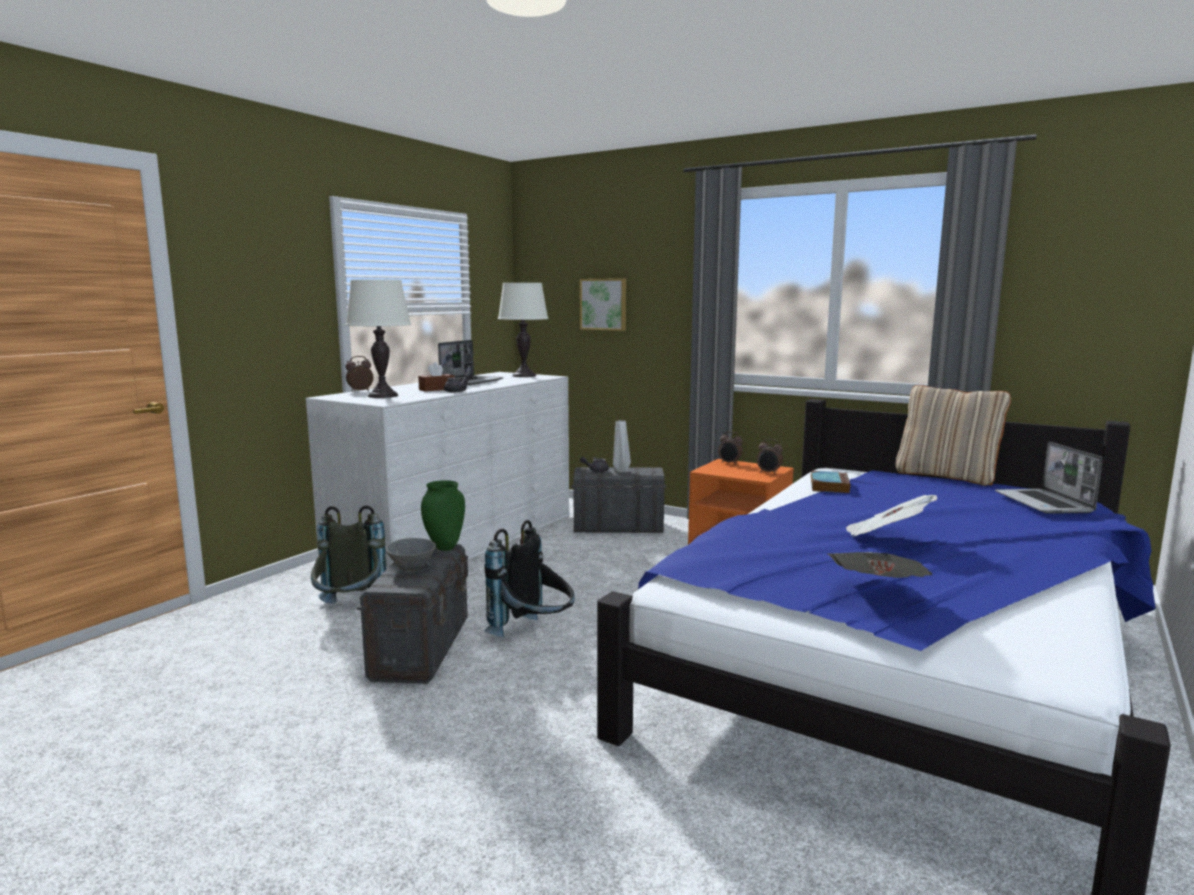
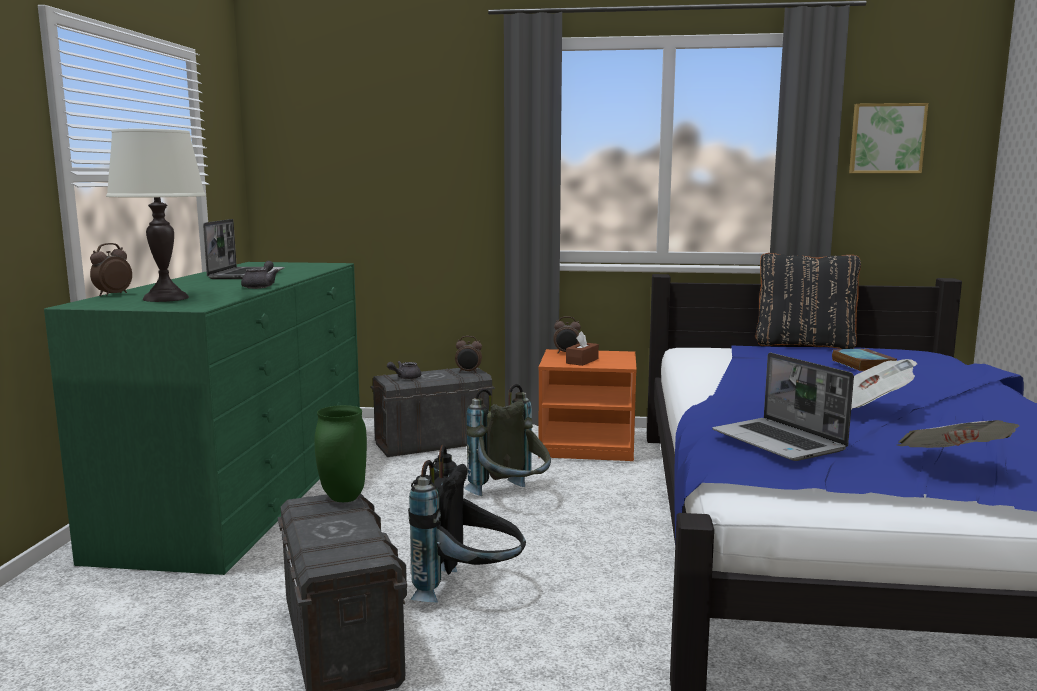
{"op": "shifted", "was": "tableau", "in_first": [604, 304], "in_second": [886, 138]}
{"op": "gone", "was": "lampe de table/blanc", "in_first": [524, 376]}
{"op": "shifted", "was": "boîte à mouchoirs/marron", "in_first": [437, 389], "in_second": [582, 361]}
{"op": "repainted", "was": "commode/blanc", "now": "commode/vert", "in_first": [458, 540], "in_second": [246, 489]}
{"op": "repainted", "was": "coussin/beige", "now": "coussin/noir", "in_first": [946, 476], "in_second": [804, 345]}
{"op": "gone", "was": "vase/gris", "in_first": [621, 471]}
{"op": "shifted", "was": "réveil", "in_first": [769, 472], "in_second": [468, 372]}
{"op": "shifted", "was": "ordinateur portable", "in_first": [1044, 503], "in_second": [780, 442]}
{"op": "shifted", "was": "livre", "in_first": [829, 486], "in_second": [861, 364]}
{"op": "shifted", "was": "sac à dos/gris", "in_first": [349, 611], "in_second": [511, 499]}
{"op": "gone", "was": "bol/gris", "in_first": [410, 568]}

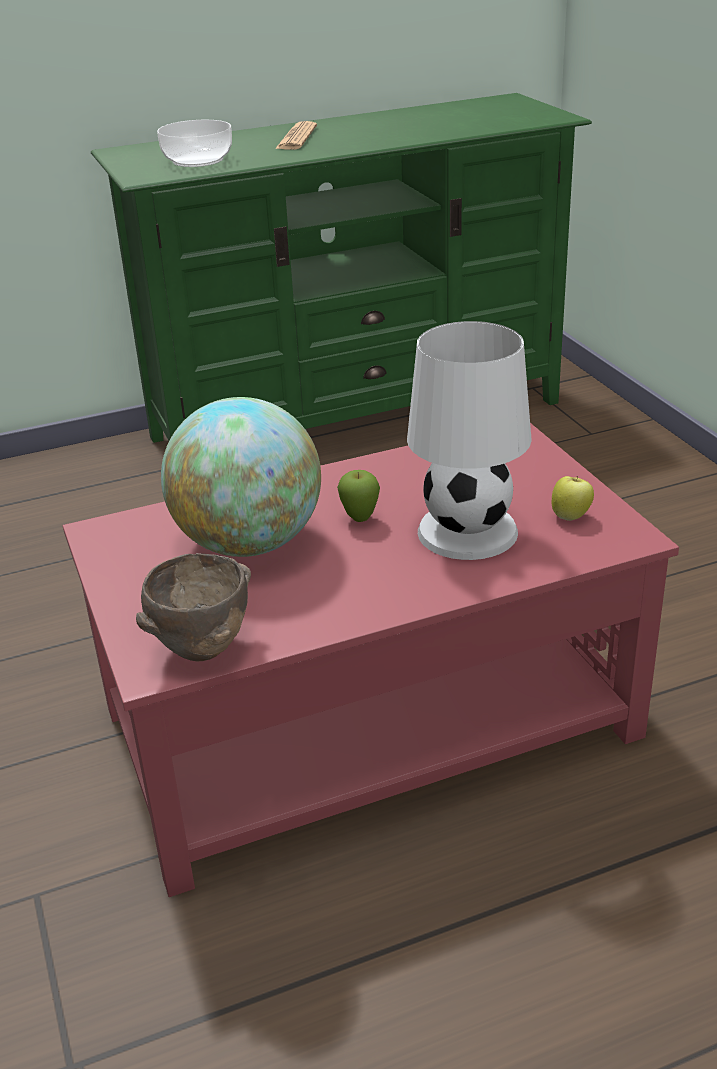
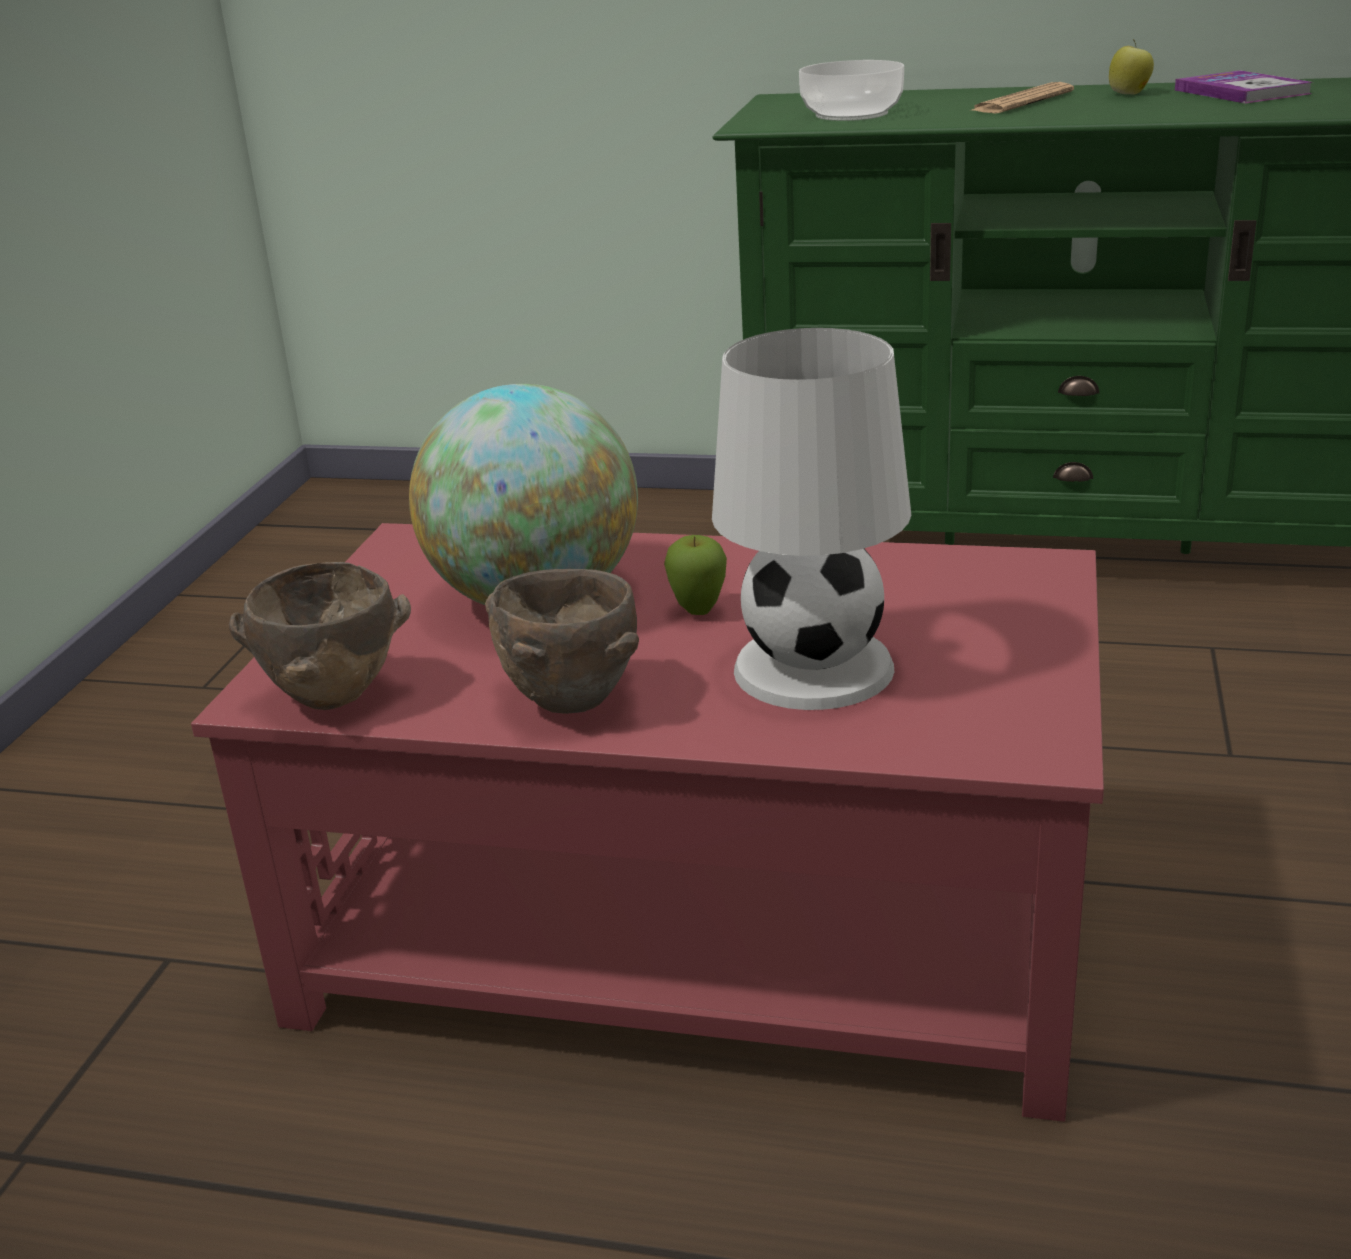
{"op": "shifted", "was": "pomme", "in_first": [571, 516], "in_second": [1129, 94]}
{"op": "new", "now": "livre", "in_second": [1241, 92]}
{"op": "new", "now": "bol/marron", "in_second": [575, 702]}

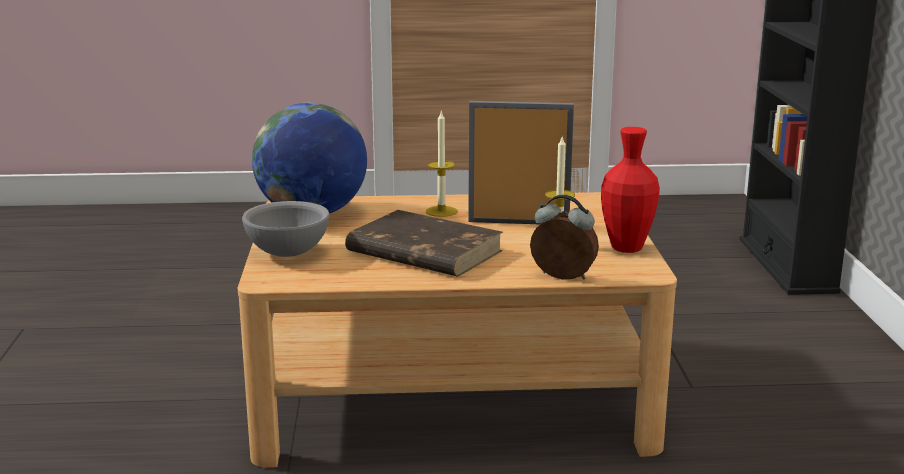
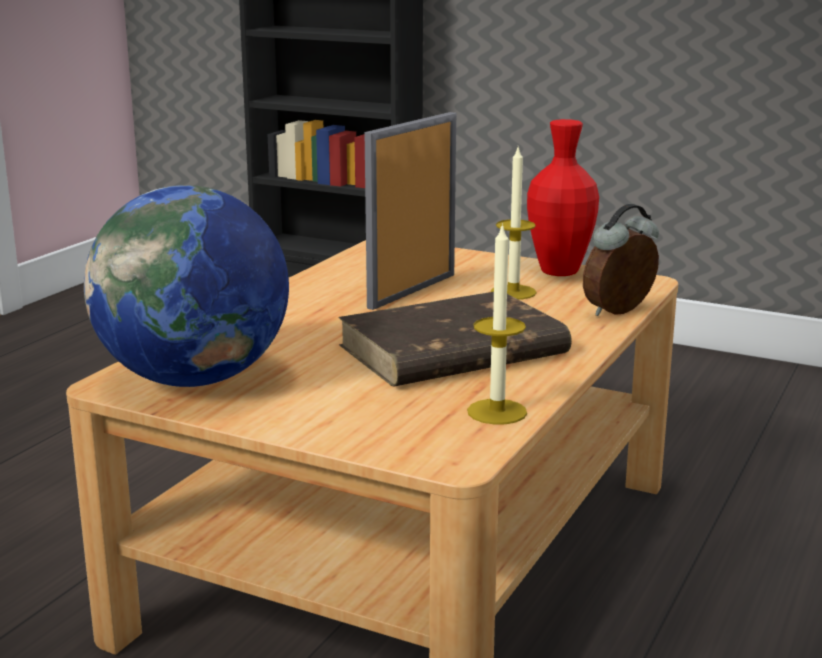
{"op": "shifted", "was": "bougie", "in_first": [441, 211], "in_second": [497, 412]}
{"op": "gone", "was": "bol/gris", "in_first": [287, 253]}

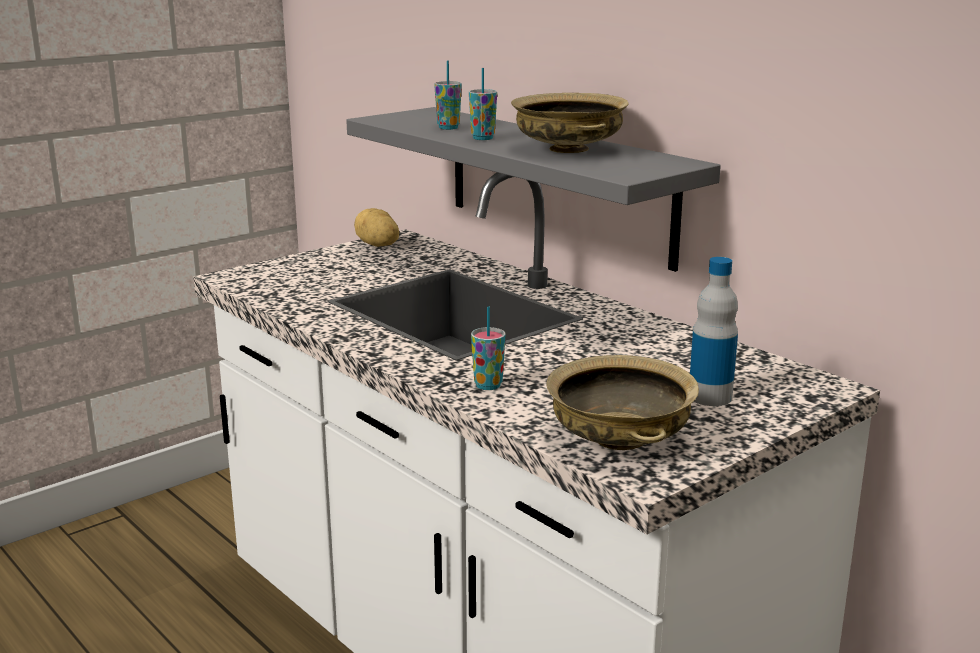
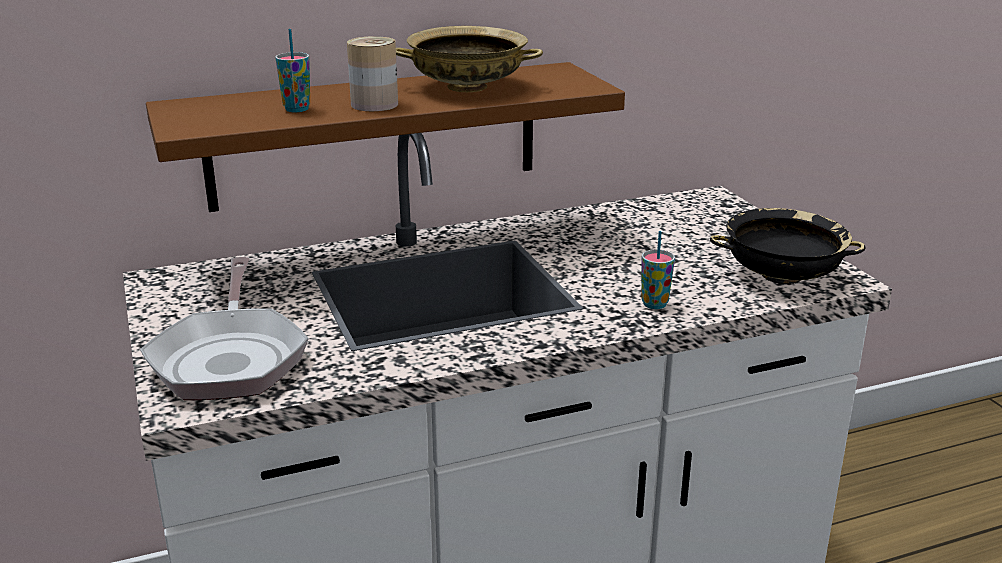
{"op": "swapped", "was": "tasse", "now": "boîte métallique", "in_first": [483, 138], "in_second": [374, 104]}
{"op": "repainted", "was": "étagère/gris", "now": "étagère/marron", "in_first": [558, 184], "in_second": [375, 135]}
{"op": "gone", "was": "pomme de terre", "in_first": [377, 245]}
{"op": "gone", "was": "bouteille", "in_first": [710, 397]}
{"op": "repainted", "was": "bol/beige", "now": "bol/noir", "in_first": [620, 440], "in_second": [783, 276]}
{"op": "new", "now": "poêle", "in_second": [230, 357]}

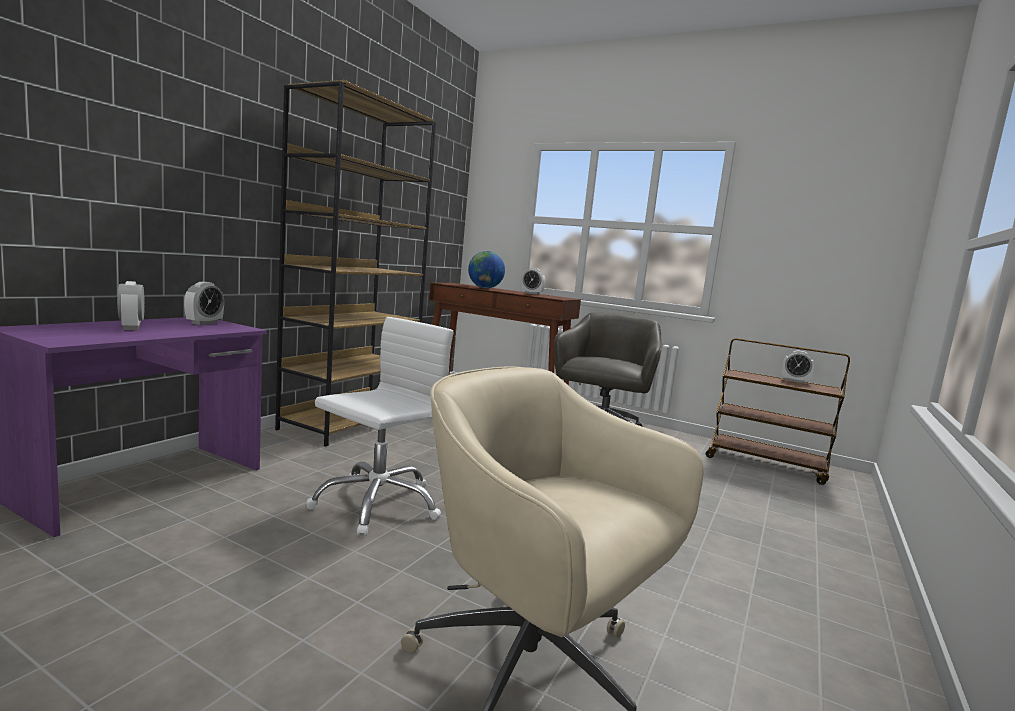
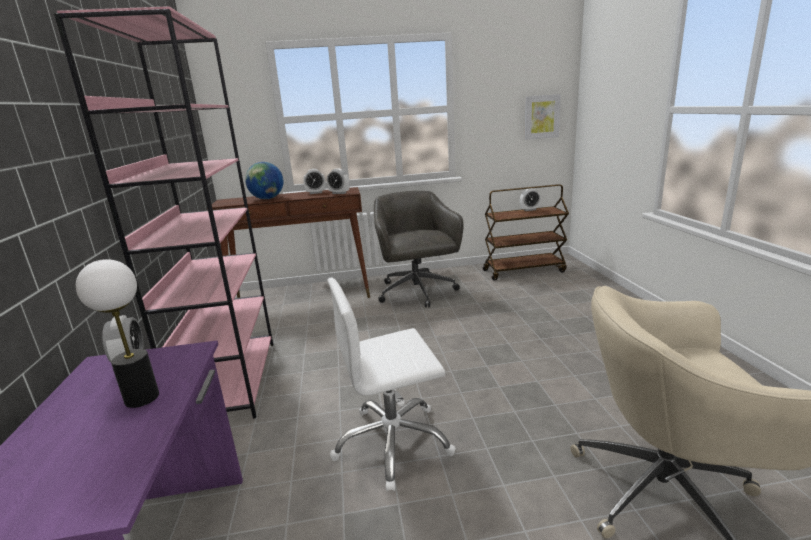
{"op": "repainted", "was": "bibliothèque/marron", "now": "bibliothèque/rose", "in_first": [350, 422], "in_second": [230, 380]}
{"op": "shifted", "was": "réveil", "in_first": [132, 328], "in_second": [339, 193]}
{"op": "rotated", "was": "chaise de bureau/blanc", "in_first": [377, 503], "in_second": [393, 443], "clockwise": -105}
{"op": "new", "now": "tableau", "in_second": [541, 117]}
{"op": "new", "now": "lampe de table", "in_second": [141, 398]}

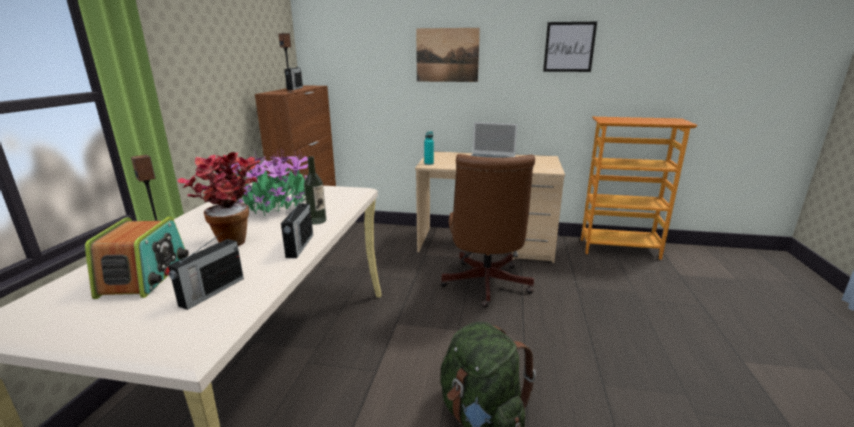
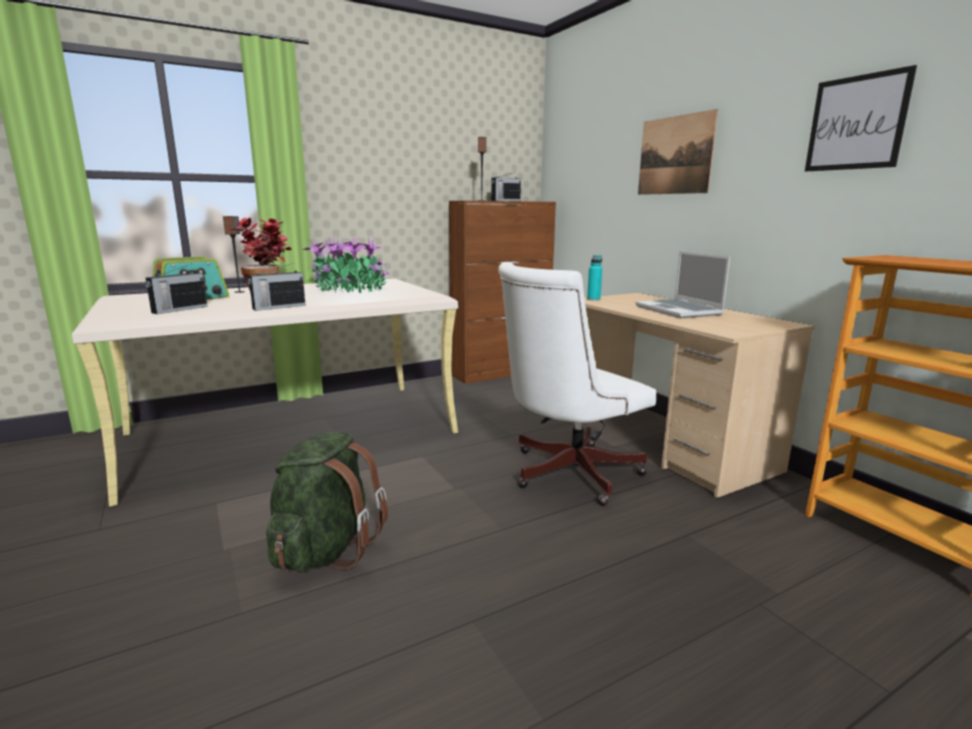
{"op": "repainted", "was": "chaise de bureau/marron", "now": "chaise de bureau/blanc", "in_first": [485, 286], "in_second": [566, 473]}
{"op": "gone", "was": "bouteille", "in_first": [317, 221]}
{"op": "rotated", "was": "radio", "in_first": [211, 292], "in_second": [179, 309], "clockwise": -45}

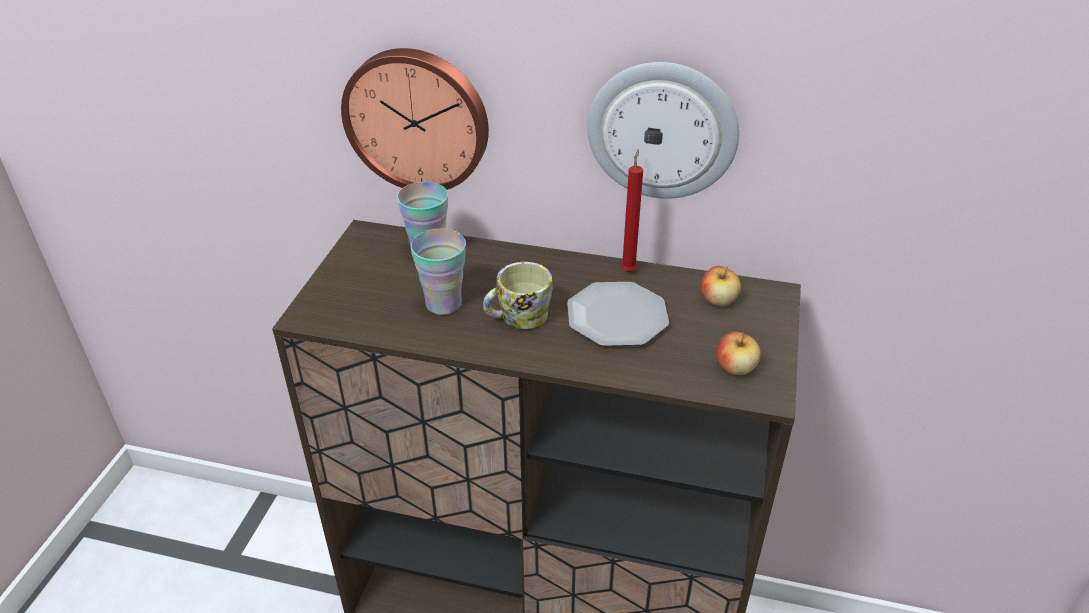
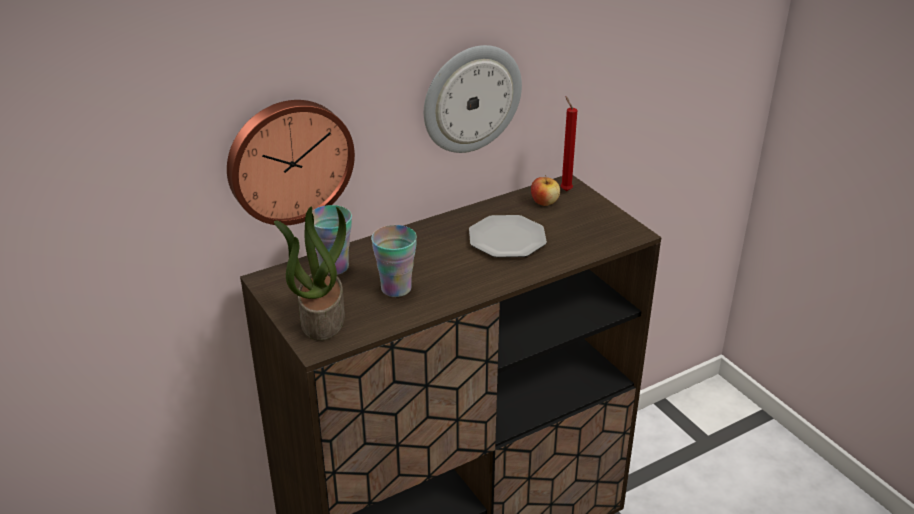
{"op": "shifted", "was": "bougie/rouge", "in_first": [628, 270], "in_second": [565, 190]}
{"op": "gone", "was": "mug", "in_first": [517, 317]}
{"op": "gone", "was": "pomme", "in_first": [735, 368]}
{"op": "new", "now": "plante en pot", "in_second": [321, 318]}

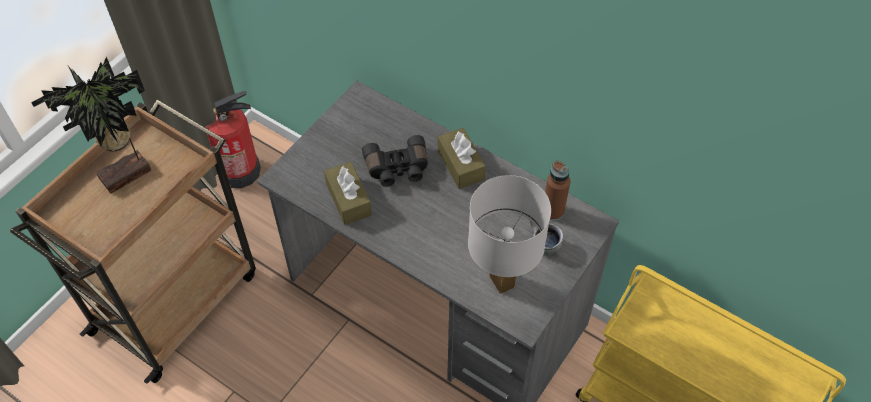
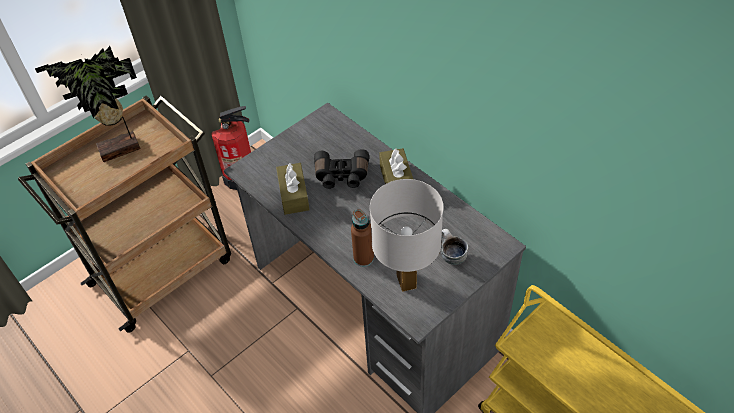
{"op": "shifted", "was": "bouteille/marron", "in_first": [553, 211], "in_second": [363, 258]}

